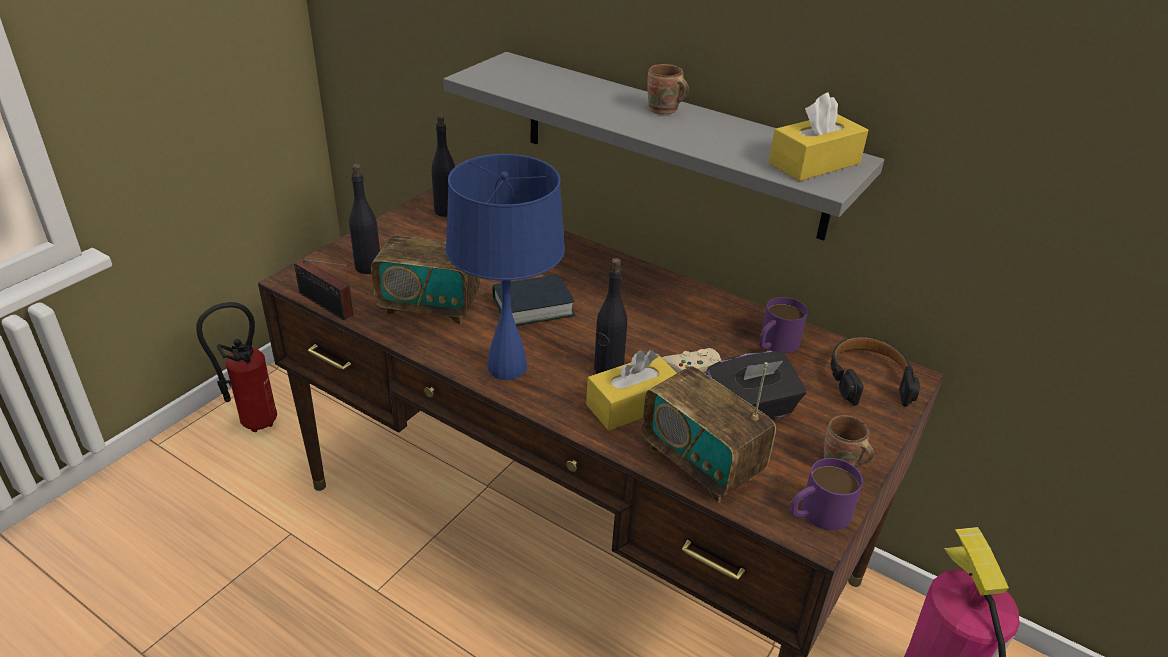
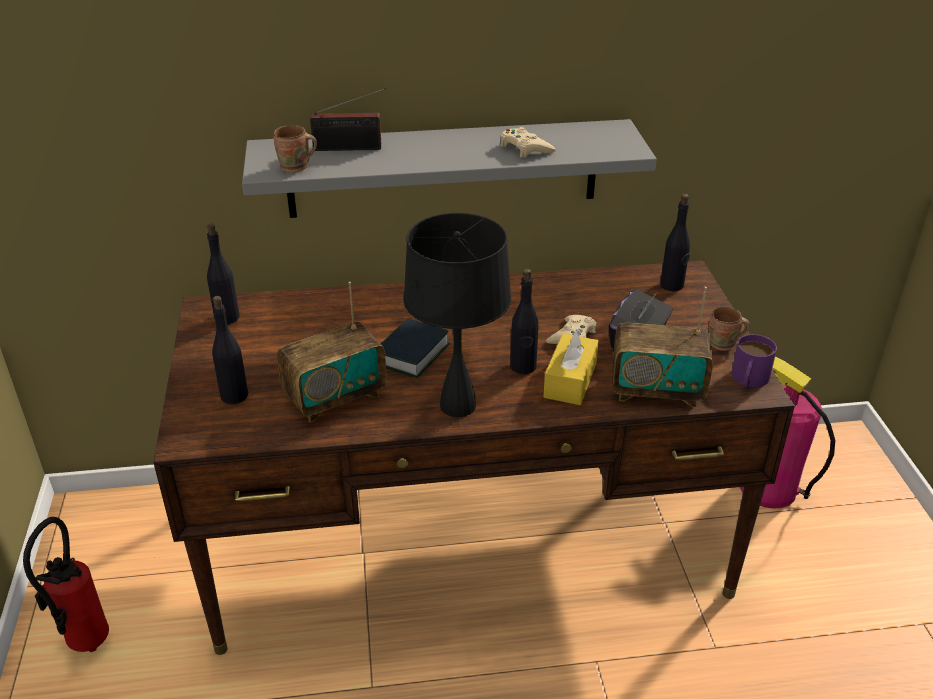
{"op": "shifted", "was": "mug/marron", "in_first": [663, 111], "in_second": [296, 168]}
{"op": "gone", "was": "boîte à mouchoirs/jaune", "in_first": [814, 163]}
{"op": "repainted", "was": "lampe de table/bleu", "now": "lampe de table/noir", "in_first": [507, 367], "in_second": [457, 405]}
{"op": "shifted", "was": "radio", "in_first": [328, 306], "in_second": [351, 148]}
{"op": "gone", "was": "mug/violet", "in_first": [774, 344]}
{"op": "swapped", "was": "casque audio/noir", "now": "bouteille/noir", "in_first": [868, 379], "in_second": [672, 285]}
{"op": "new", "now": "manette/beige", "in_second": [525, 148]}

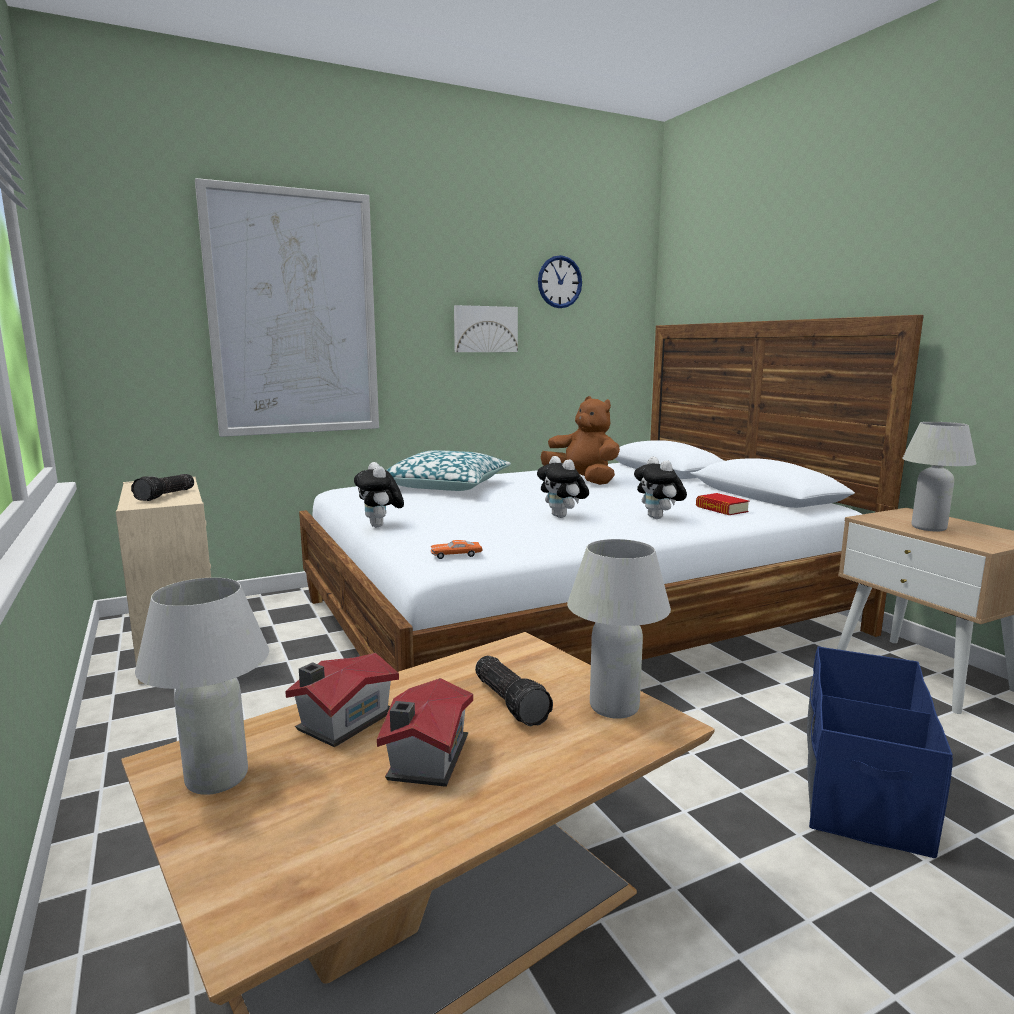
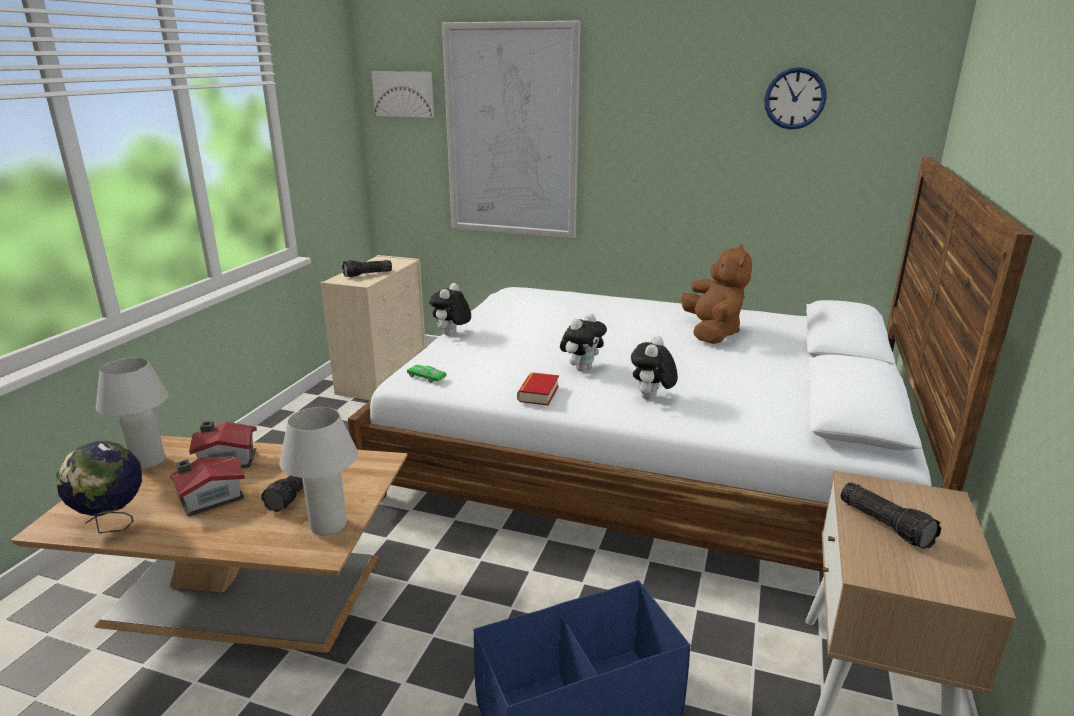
{"op": "shifted", "was": "tableau", "in_first": [485, 329], "in_second": [404, 94]}
{"op": "swapped", "was": "lampe de table/blanc", "now": "lampe de poche", "in_first": [928, 528], "in_second": [886, 524]}
{"op": "gone", "was": "coussin", "in_first": [446, 486]}
{"op": "rotated", "was": "peluche", "in_first": [562, 516], "in_second": [582, 368], "clockwise": -150}
{"op": "shifted", "was": "livre", "in_first": [721, 509], "in_second": [538, 393]}
{"op": "repainted", "was": "petite voiture/orange", "now": "petite voiture/vert", "in_first": [456, 555], "in_second": [426, 377]}
{"op": "new", "now": "globe", "in_second": [113, 525]}

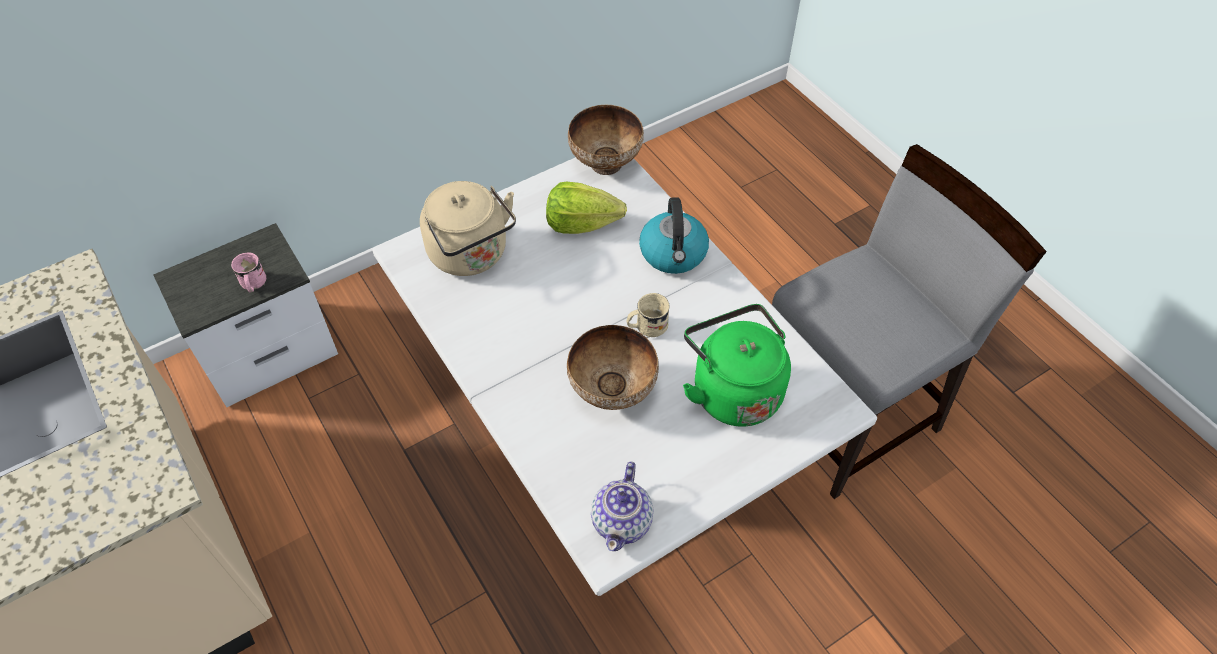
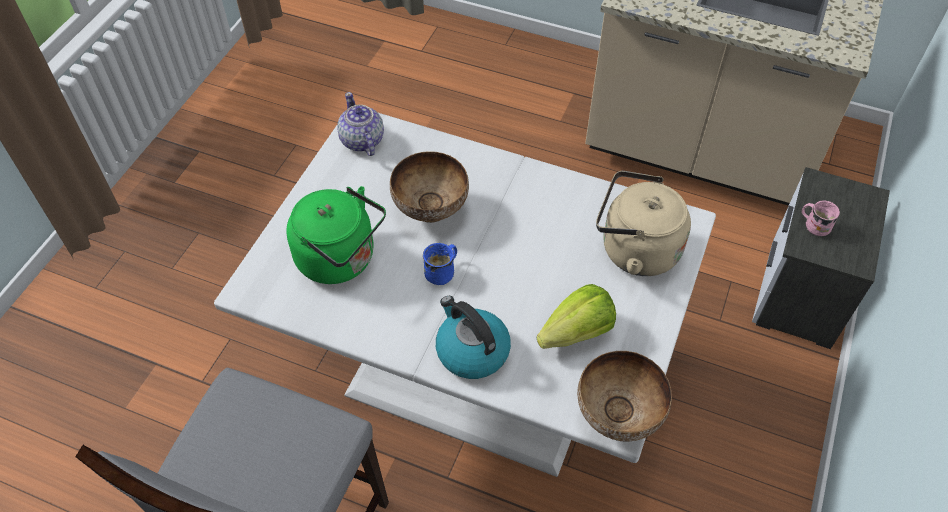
{"op": "repainted", "was": "mug/beige", "now": "mug/bleu", "in_first": [646, 327], "in_second": [443, 271]}

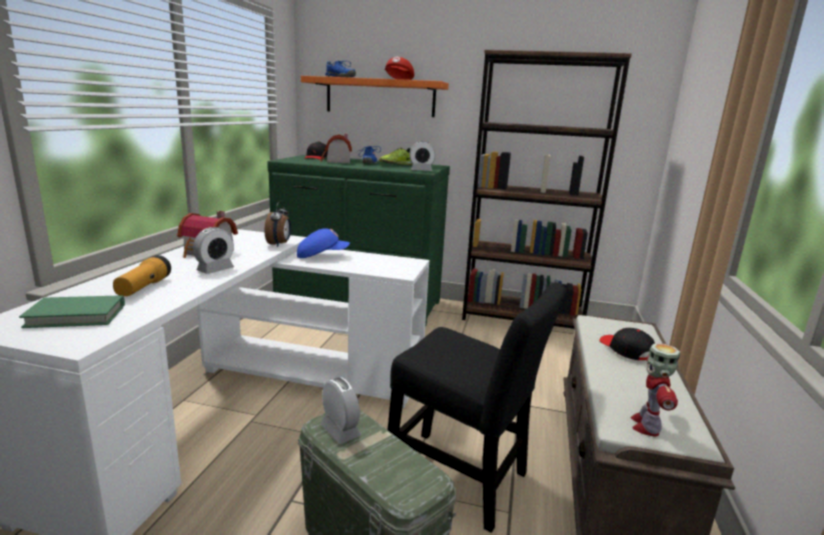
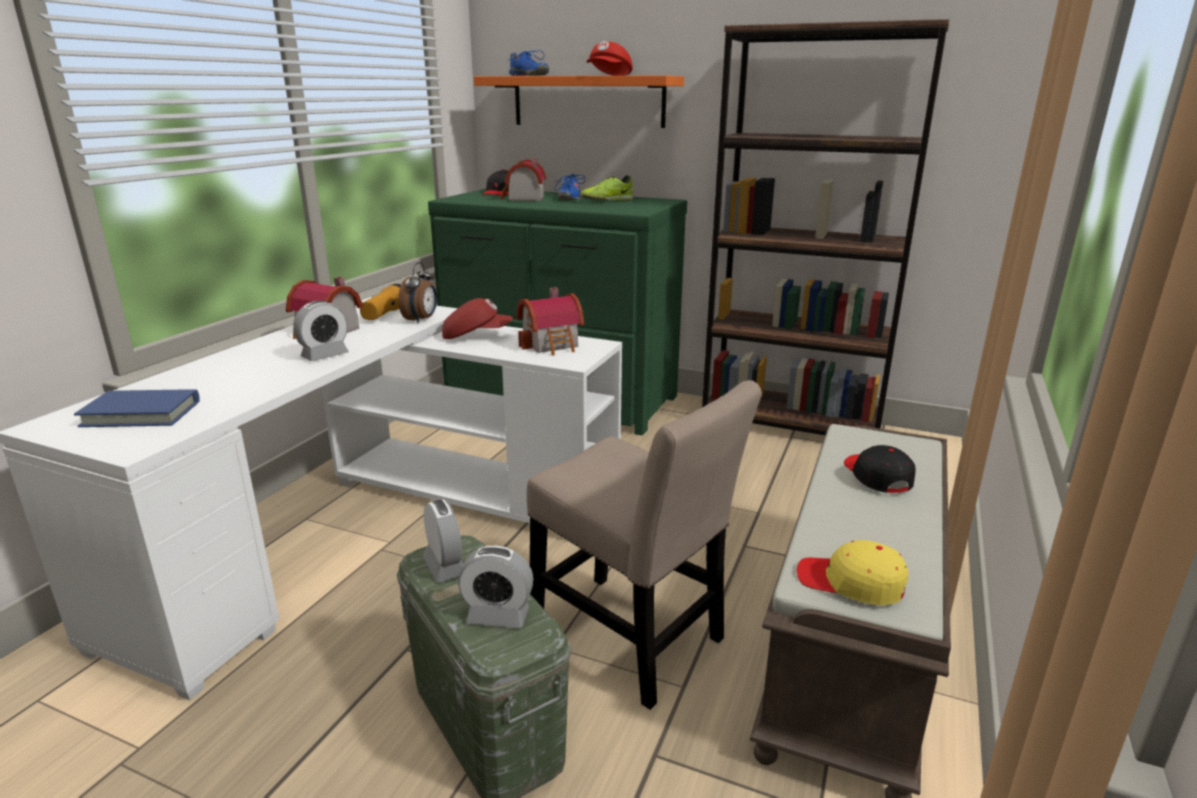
{"op": "shifted", "was": "réveil", "in_first": [421, 170], "in_second": [498, 616]}
{"op": "repainted", "was": "casquette/bleu", "now": "casquette/rouge", "in_first": [322, 256], "in_second": [476, 336]}
{"op": "shifted", "was": "lampe de poche", "in_first": [144, 288], "in_second": [385, 314]}
{"op": "repainted", "was": "chaise/noir", "now": "chaise/beige", "in_first": [462, 479], "in_second": [633, 639]}
{"op": "repainted", "was": "livre/vert", "now": "livre/bleu", "in_first": [76, 316], "in_second": [141, 413]}
{"op": "swapped", "was": "robot jouet", "now": "casquette/jaune", "in_first": [646, 425], "in_second": [850, 583]}
{"op": "new", "now": "maison miniature", "in_second": [553, 344]}

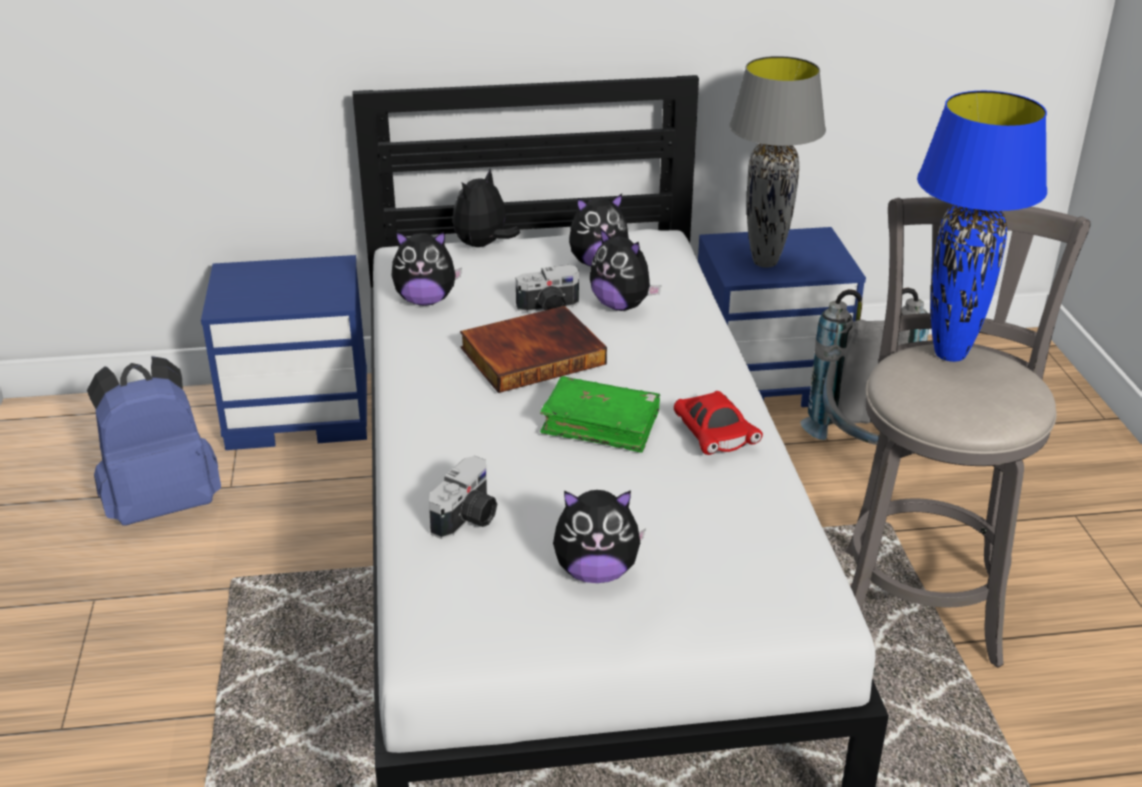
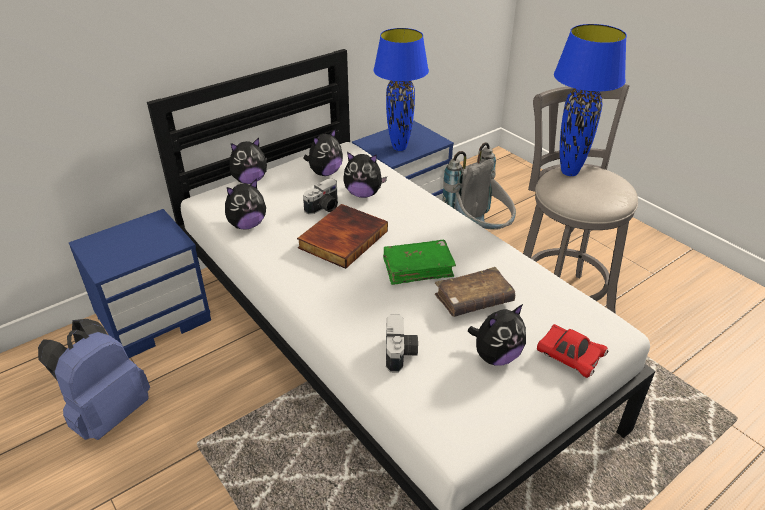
{"op": "repainted", "was": "lampe de table/gris", "now": "lampe de table/bleu", "in_first": [766, 263], "in_second": [400, 148]}
{"op": "rotated", "was": "peluche", "in_first": [483, 245], "in_second": [250, 180], "clockwise": -120}
{"op": "shifted", "was": "petite voiture/rouge", "in_first": [714, 436], "in_second": [569, 358]}
{"op": "new", "now": "livre/marron", "in_second": [473, 300]}

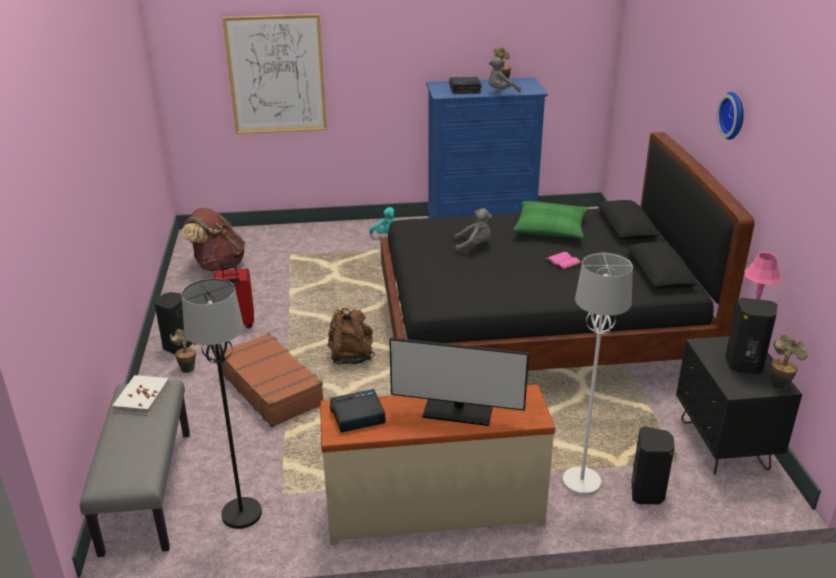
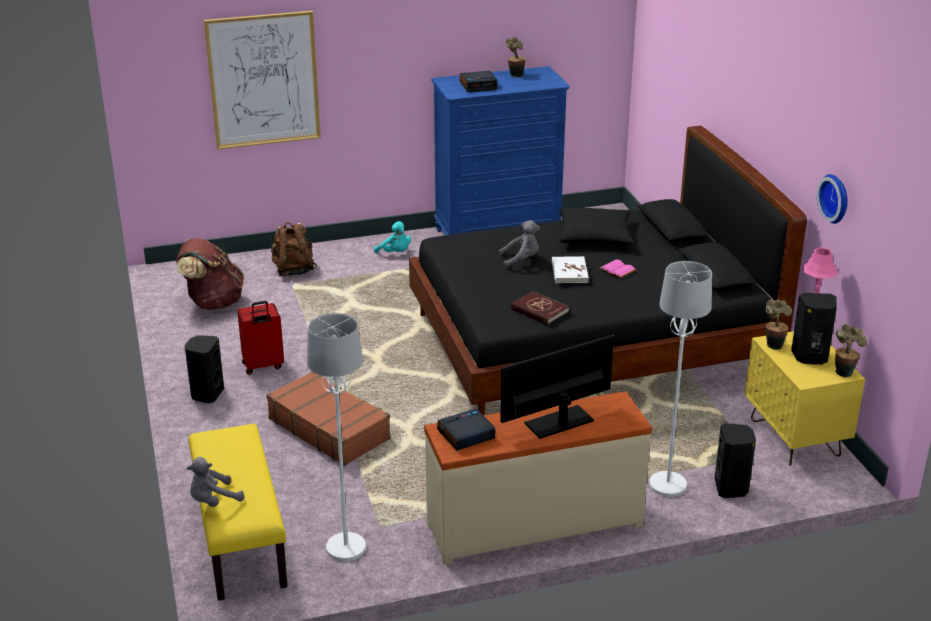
{"op": "shifted", "was": "peluche/gris", "in_first": [501, 92], "in_second": [213, 501]}
{"op": "shifted", "was": "horloge murale", "in_first": [734, 115], "in_second": [836, 198]}
{"op": "repainted", "was": "coussin/vert", "now": "coussin/noir", "in_first": [550, 229], "in_second": [595, 235]}
{"op": "repainted", "was": "lampadaire/noir", "now": "lampadaire/blanc", "in_first": [241, 514], "in_second": [345, 548]}
{"op": "shifted", "was": "sac à dos/marron", "in_first": [351, 357], "in_second": [293, 270]}
{"op": "shifted", "was": "plante en pot", "in_first": [188, 368], "in_second": [773, 344]}
{"op": "repainted", "was": "table de chevet/noir", "now": "table de chevet/jaune", "in_first": [724, 445], "in_second": [795, 438]}
{"op": "rotated", "was": "écran d'ordinateur", "in_first": [458, 412], "in_second": [559, 422], "clockwise": 150}
{"op": "shifted", "was": "livre/blanc", "in_first": [141, 397], "in_second": [569, 272]}
{"op": "repainted", "was": "banc/gris", "now": "banc/jaune", "in_first": [146, 490], "in_second": [239, 537]}
{"op": "new", "now": "livre/rouge", "in_second": [539, 310]}

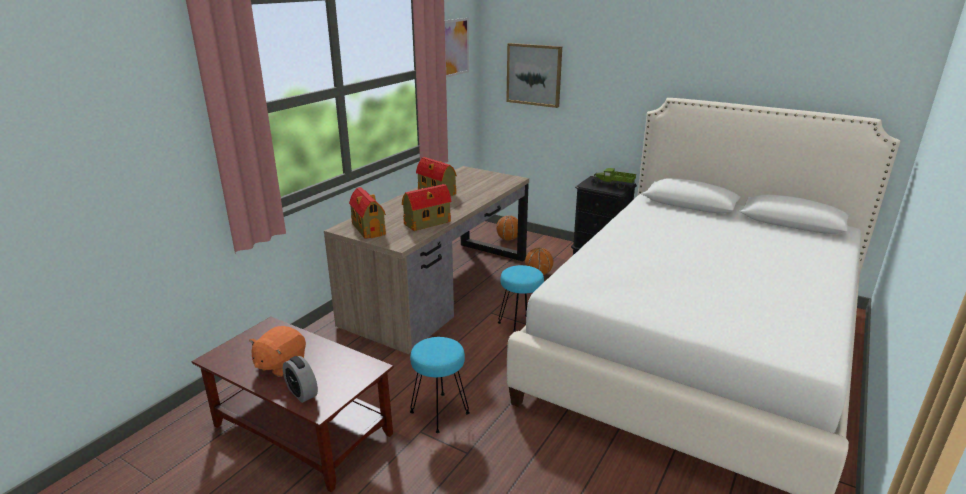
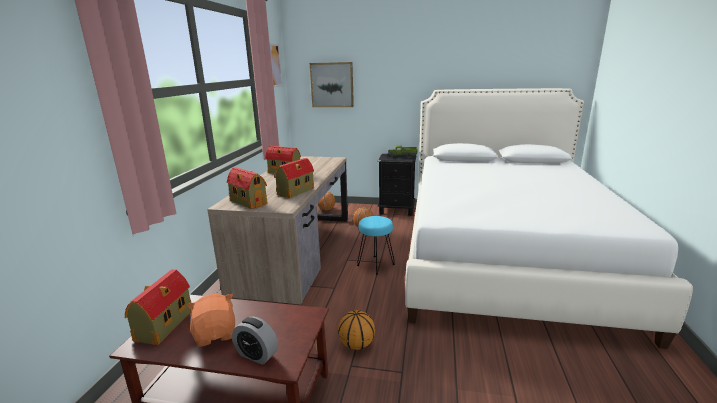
{"op": "rotated", "was": "peluche/orange", "in_first": [280, 364], "in_second": [216, 334], "clockwise": 150}
{"op": "swapped", "was": "tabouret/turquoise", "now": "ballon de basket", "in_first": [439, 412], "in_second": [356, 344]}
{"op": "new", "now": "maison miniature", "in_second": [163, 326]}

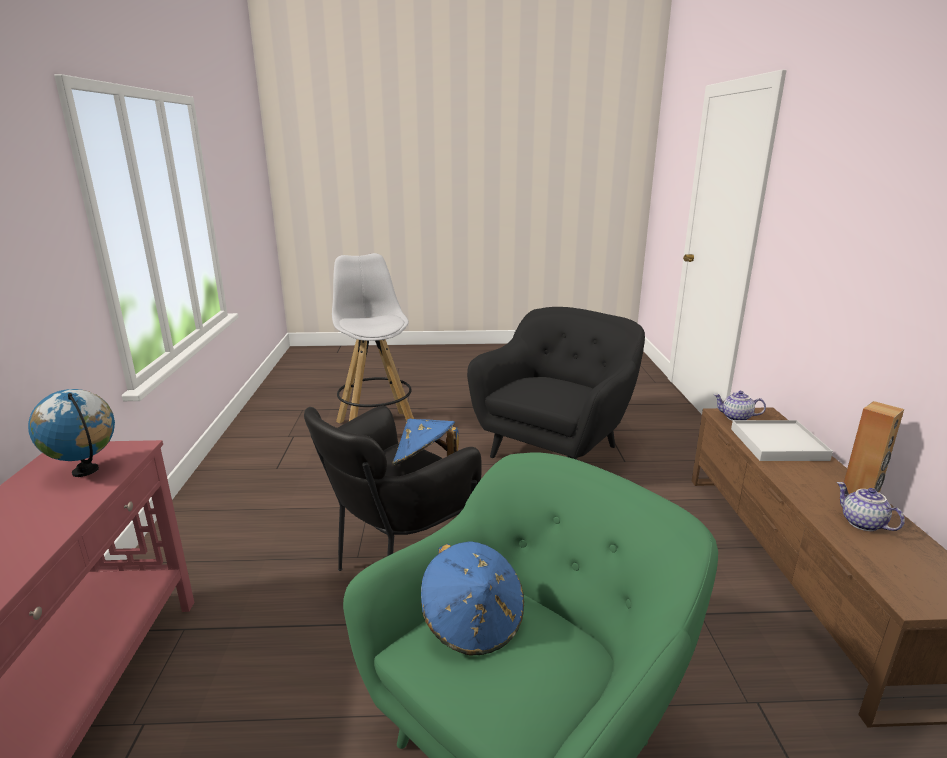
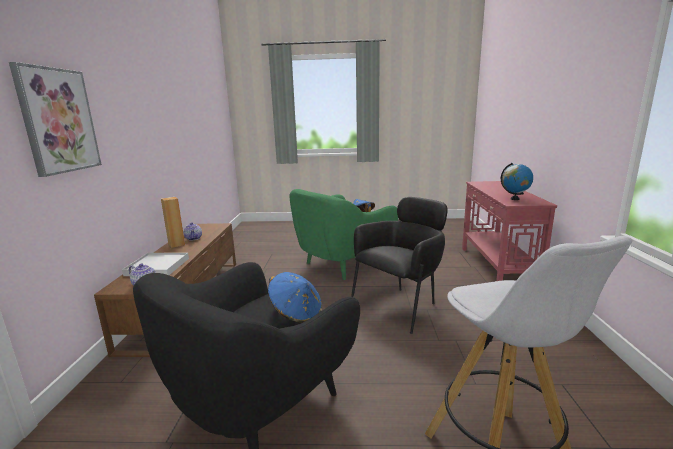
{"op": "shifted", "was": "chapeau/bleu", "in_first": [425, 463], "in_second": [296, 313]}
{"op": "new", "now": "tableau", "in_second": [58, 121]}

